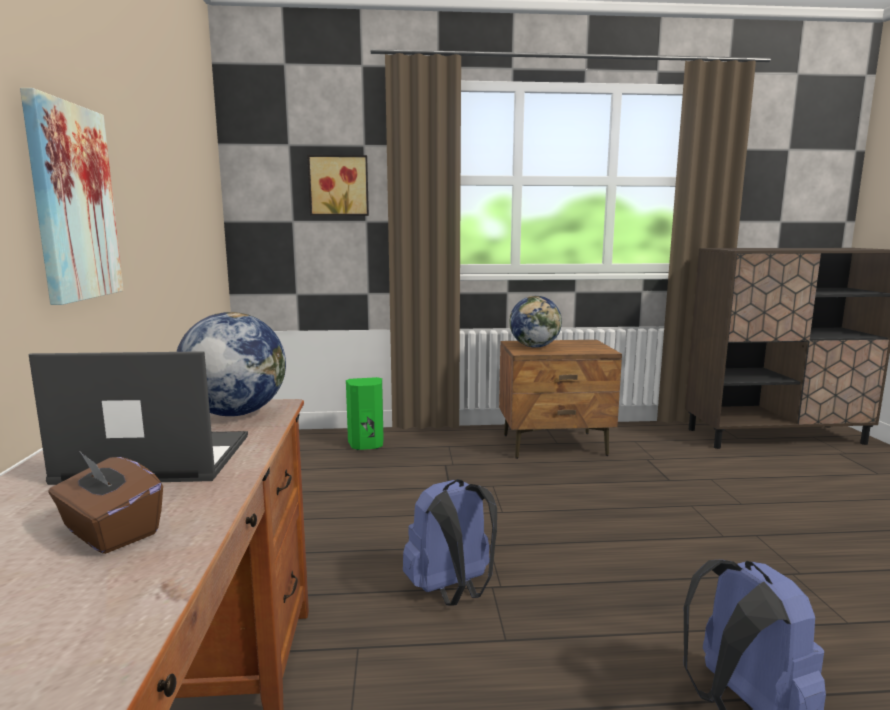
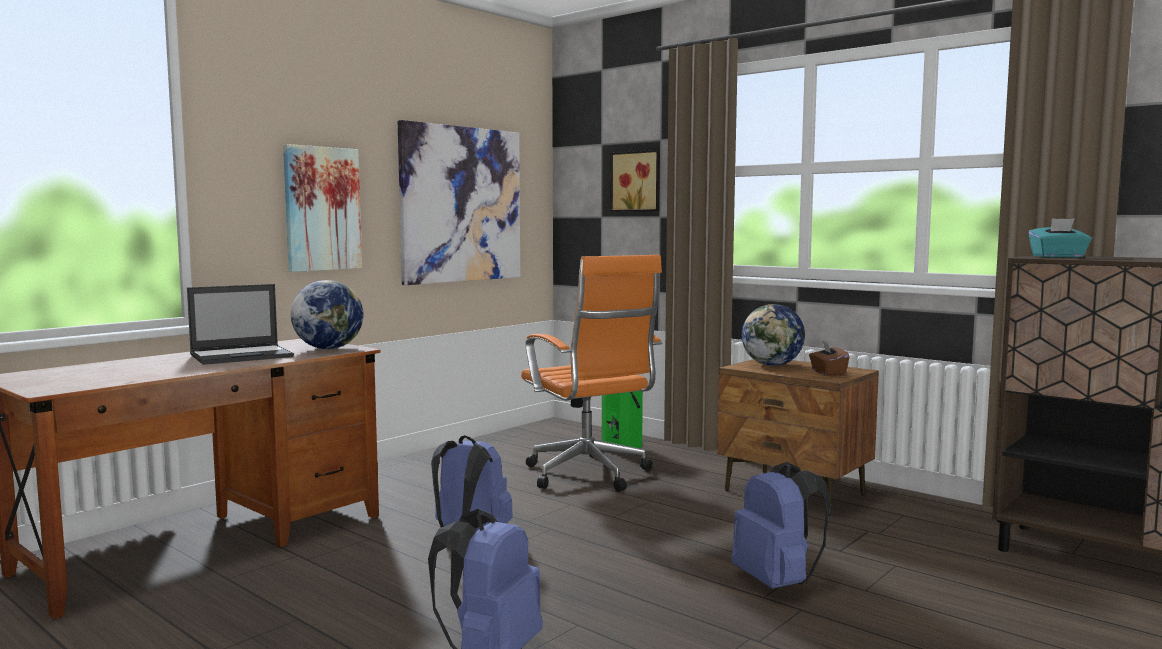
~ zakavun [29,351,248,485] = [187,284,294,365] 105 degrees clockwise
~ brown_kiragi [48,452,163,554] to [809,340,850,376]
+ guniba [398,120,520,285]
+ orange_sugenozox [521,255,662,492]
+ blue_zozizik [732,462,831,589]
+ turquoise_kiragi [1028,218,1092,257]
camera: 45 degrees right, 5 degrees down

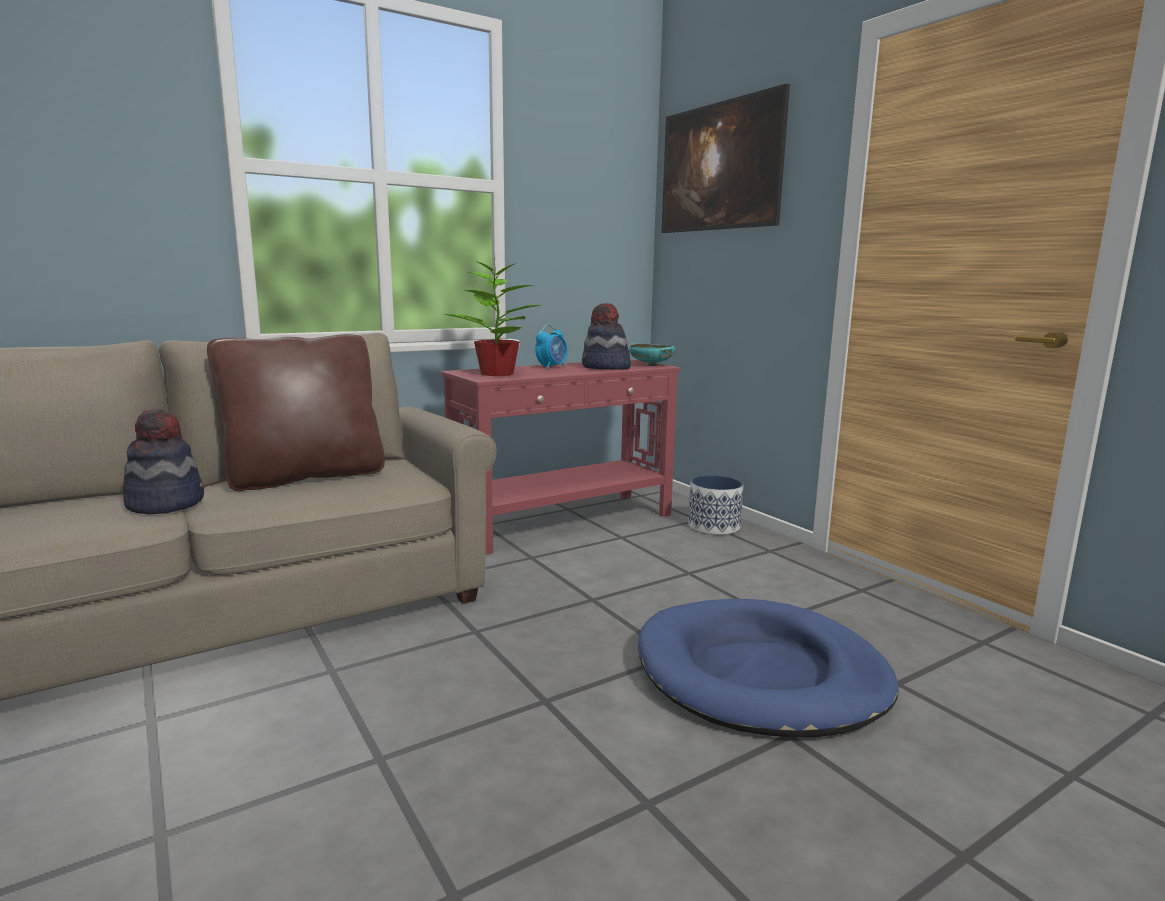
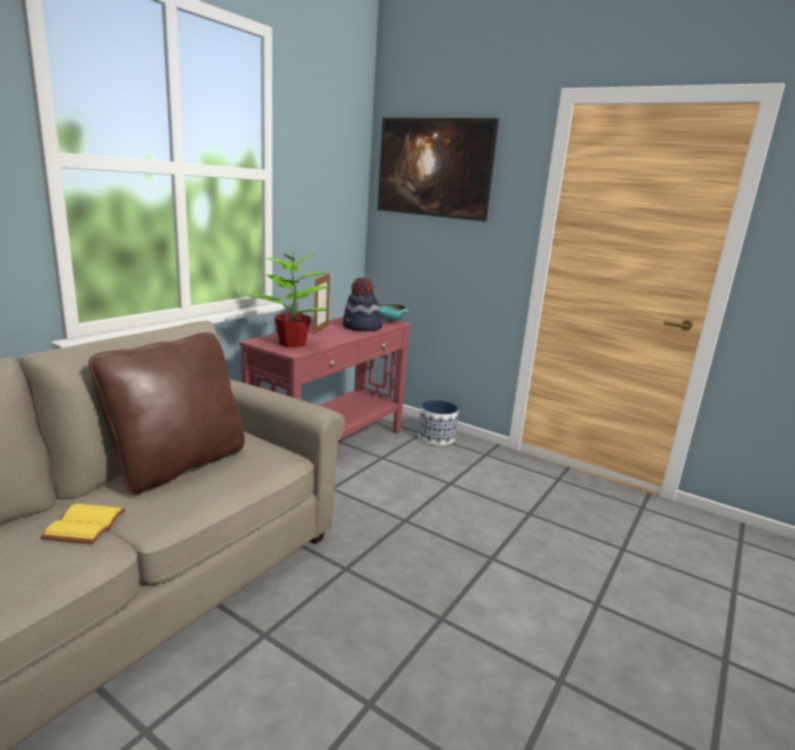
~ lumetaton [123,409,204,514] to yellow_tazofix [40,503,125,544]
~ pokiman [535,324,567,369] to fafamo [314,274,330,335]
- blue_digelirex [638,599,899,737]
camera: 25 degrees left, 5 degrees up

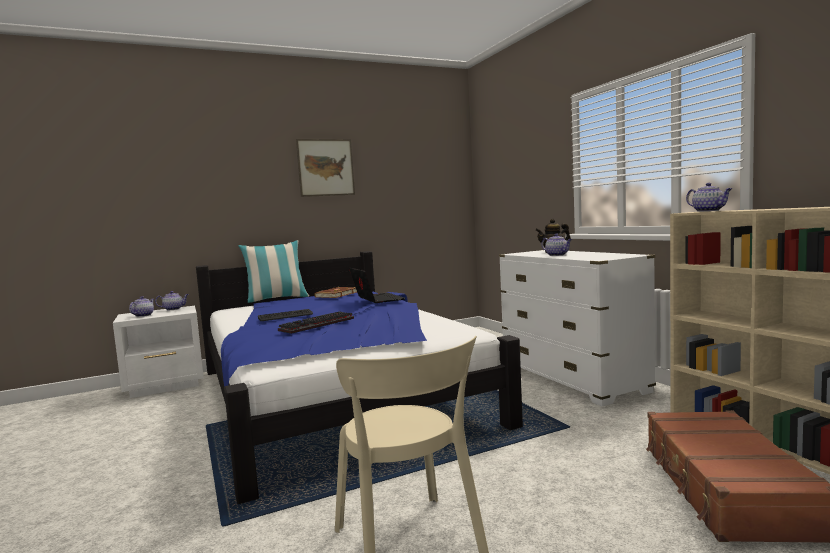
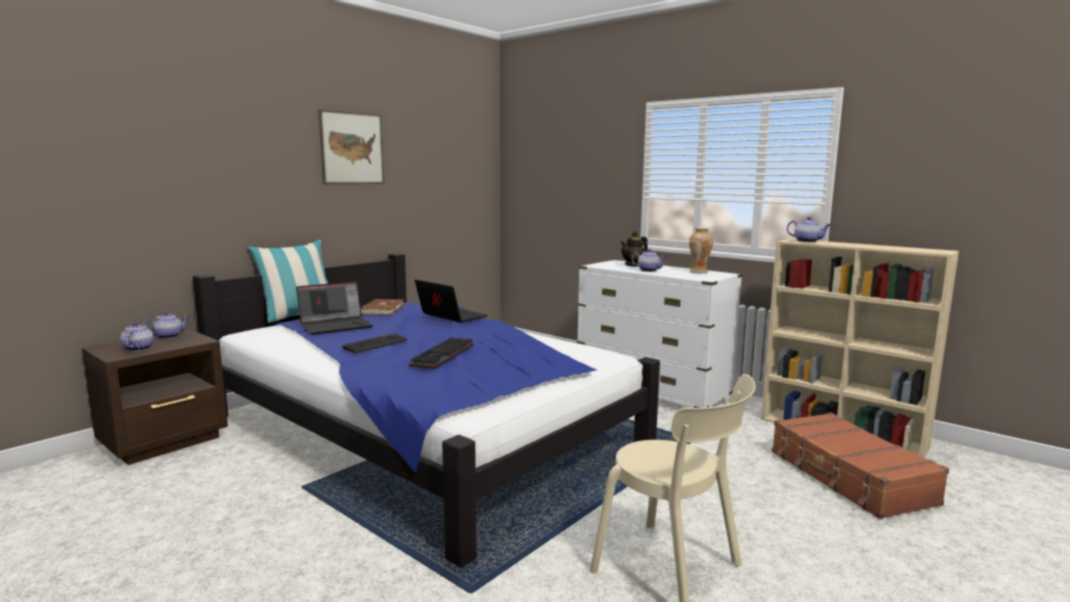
~ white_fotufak [113,306,204,398] to brown_fotufak [82,329,228,465]
+ zakavun [296,281,373,335]
+ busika [689,227,713,274]
camera: 25 degrees left, 5 degrees up

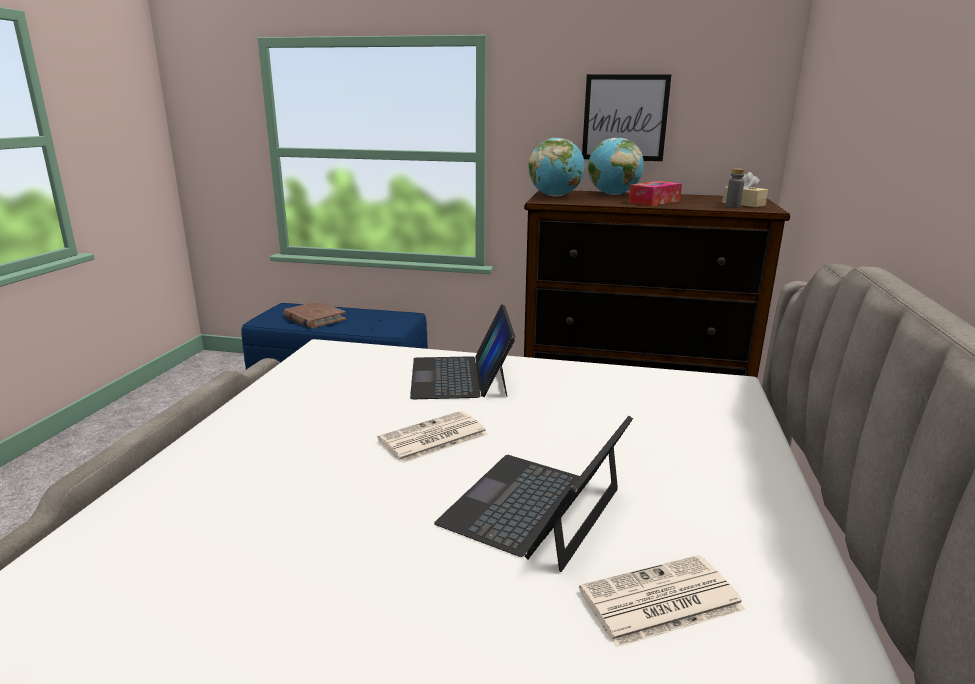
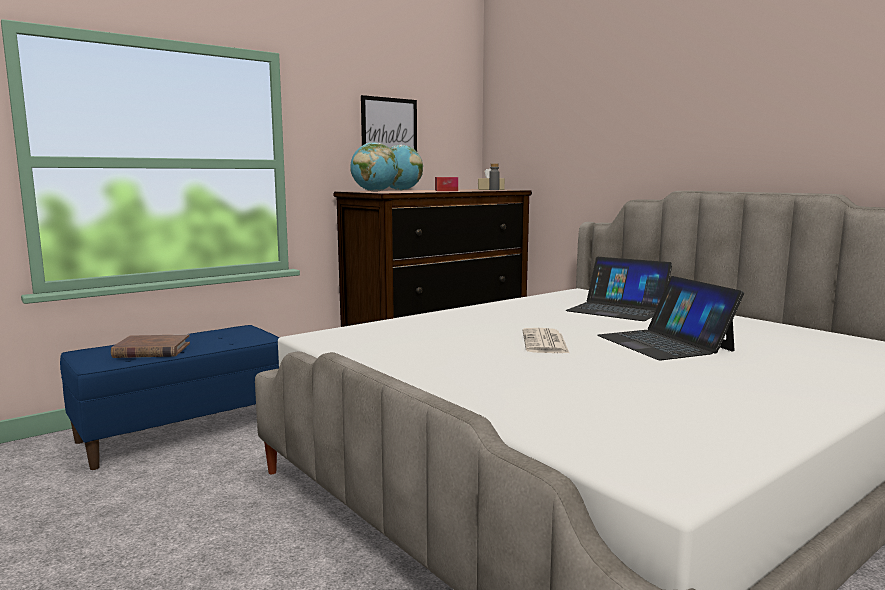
~ zakavun [410,304,516,399] to [566,257,672,321]
- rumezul [579,555,745,647]
camera: 50 degrees left, 10 degrees down

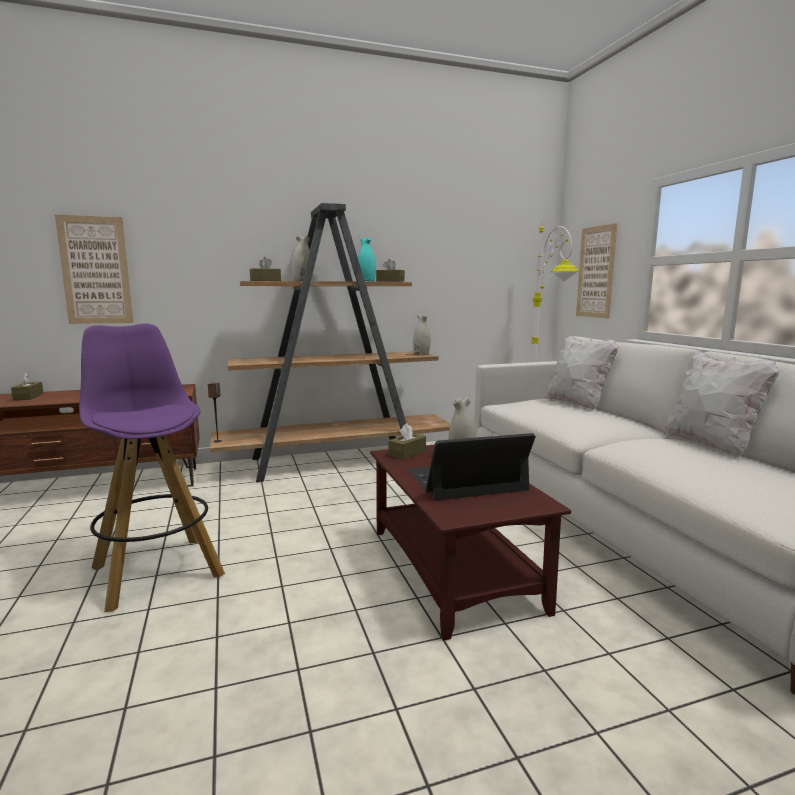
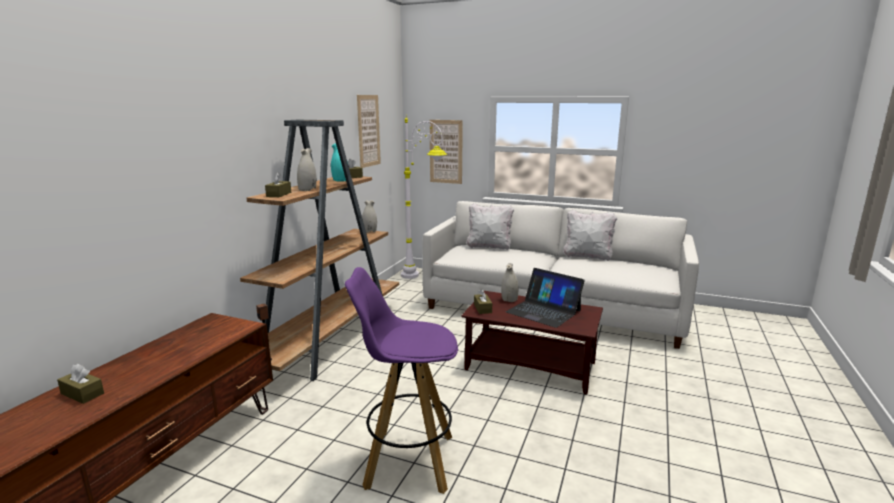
~ guniba [55,215,133,324] to [357,95,381,168]
~ zakavun [408,433,535,501] = [506,268,585,328] 75 degrees counterclockwise
camera: 50 degrees left, 5 degrees up

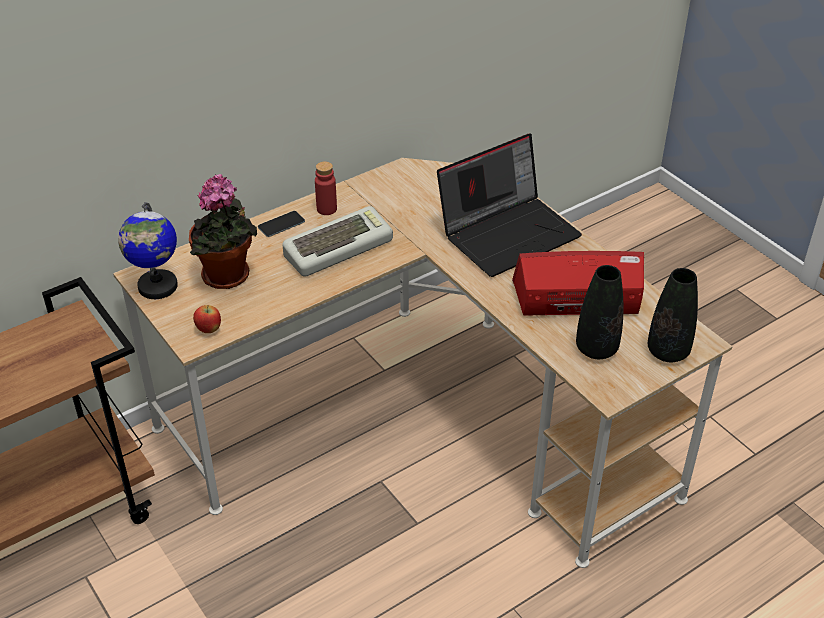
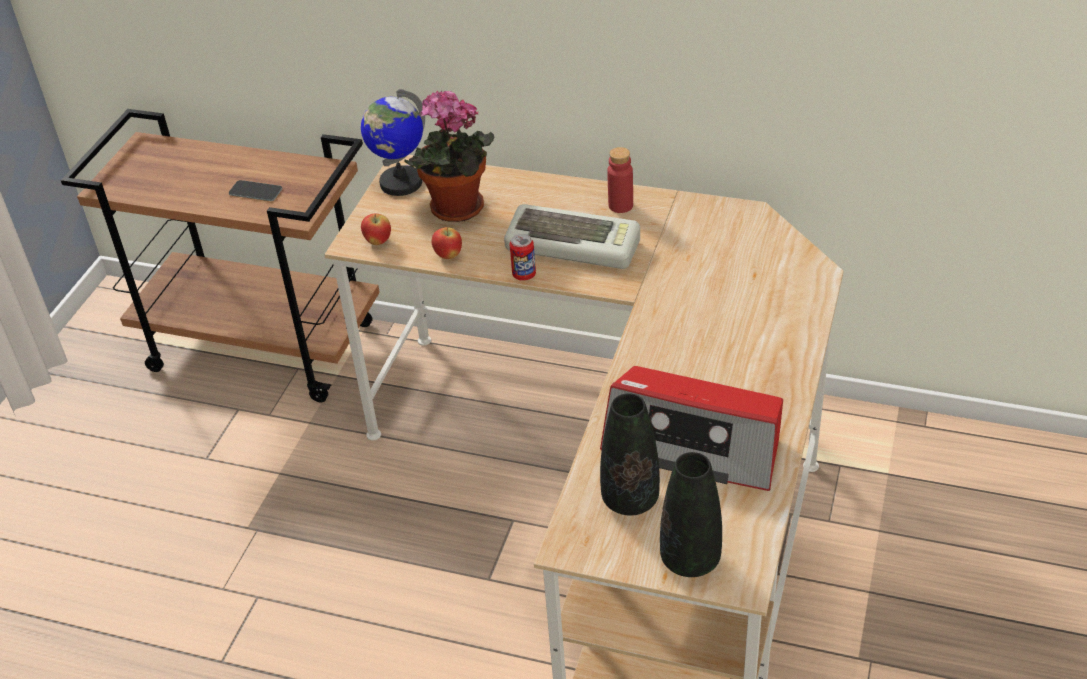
~ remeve [258,211,305,237] to [229,180,282,201]
- zakavun [437,133,582,277]
~ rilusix [512,251,644,316] = [600,366,783,491] 150 degrees clockwise
+ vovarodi [431,227,462,259]
+ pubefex [509,234,536,281]
camera: 55 degrees right, 0 degrees up

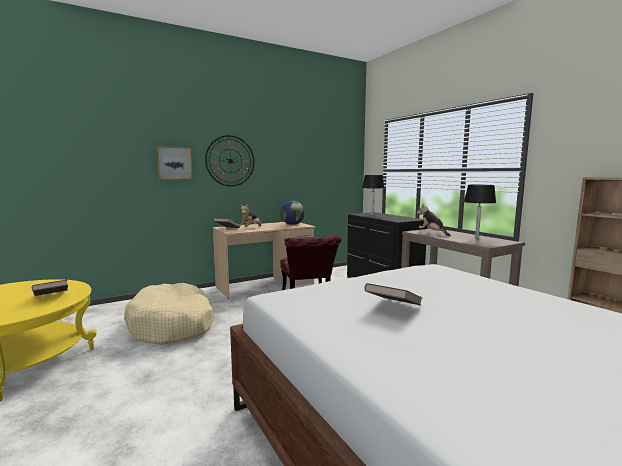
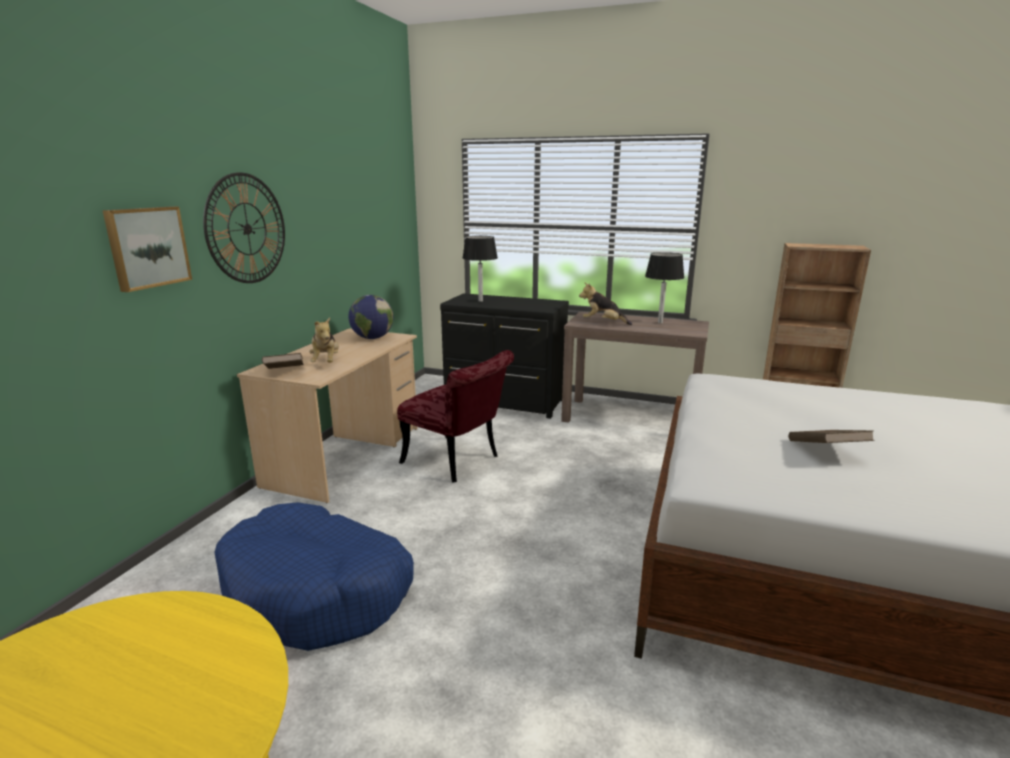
- brown_tazofix [32,280,68,296]
~ beige_digelirex [124,283,215,345] to blue_digelirex [214,502,414,651]
camera: 40 degrees left, 10 degrees up

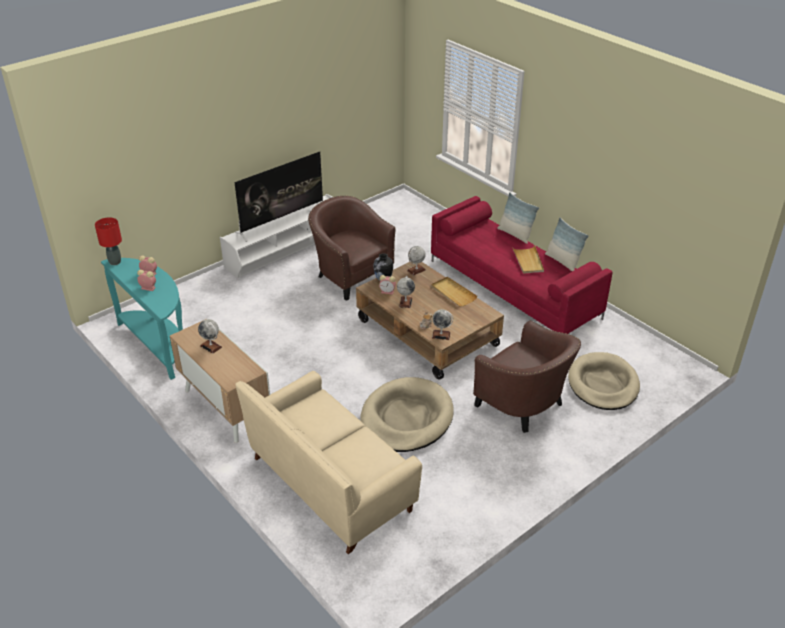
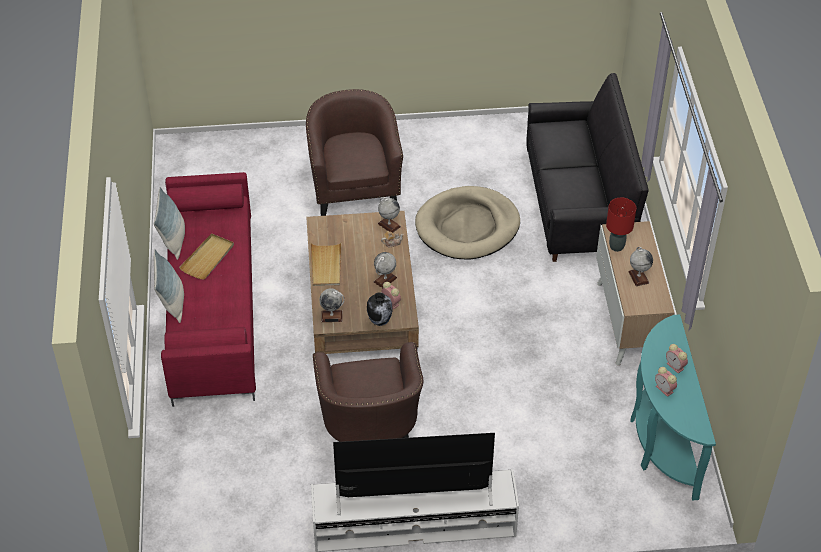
~ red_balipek [95,217,122,265] to [606,198,636,252]
~ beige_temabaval [235,371,422,554] to black_temabaval [526,73,649,262]
- beige_digelirex [568,352,640,410]
camera: 145 degrees left, 10 degrees up

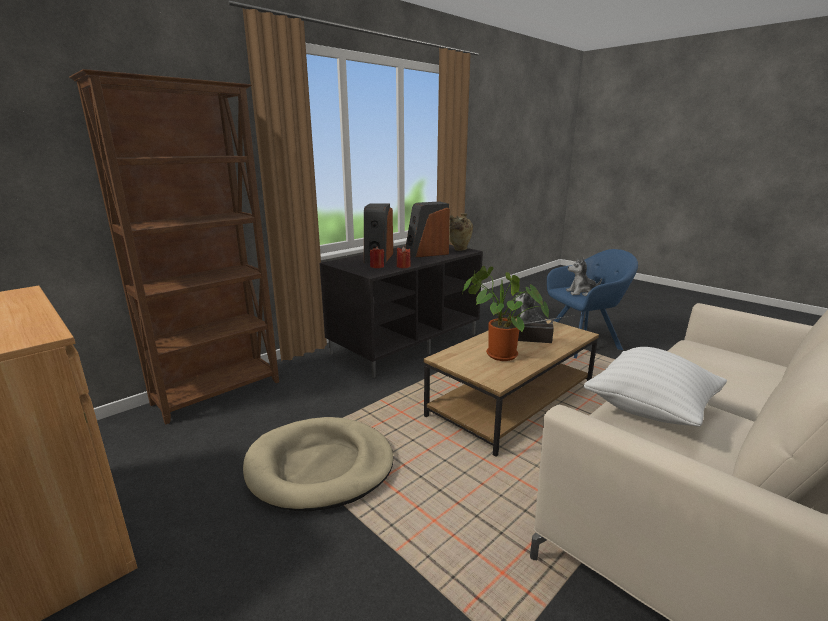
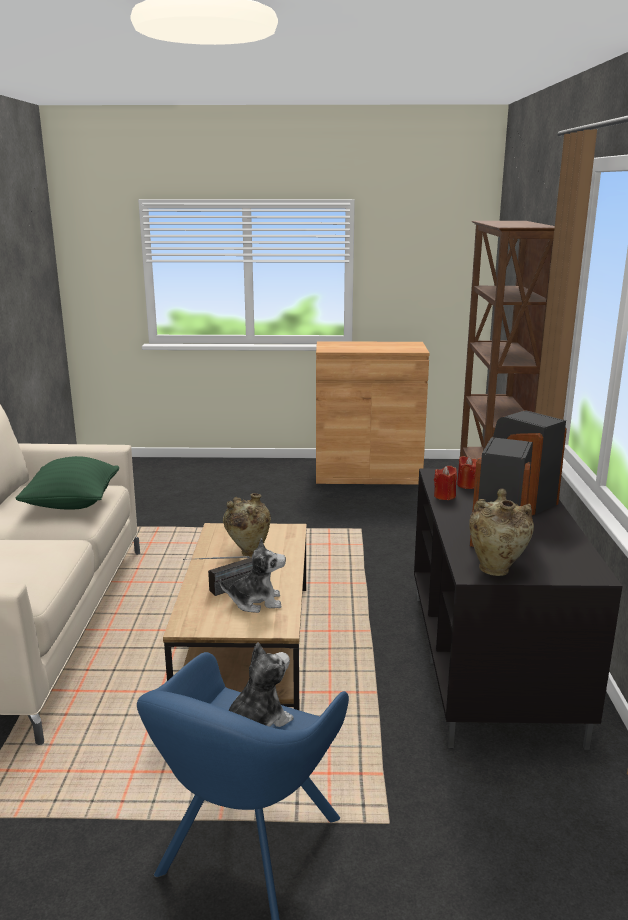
- beige_digelirex [243,417,394,511]
~ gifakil [462,266,549,361] to beige_busika [223,493,271,557]
~ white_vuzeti [584,347,727,427] to green_vuzeti [15,456,119,510]
camera: 135 degrees right, 0 degrees up

